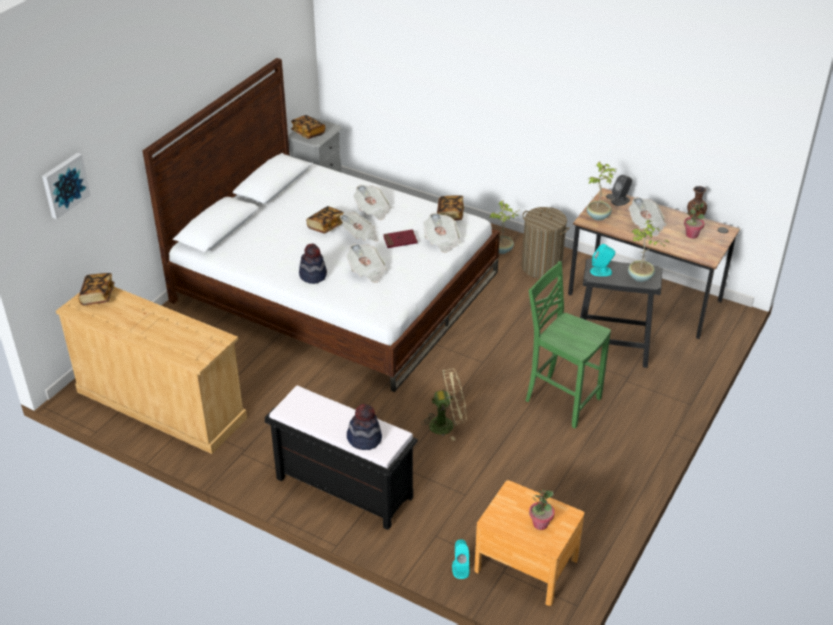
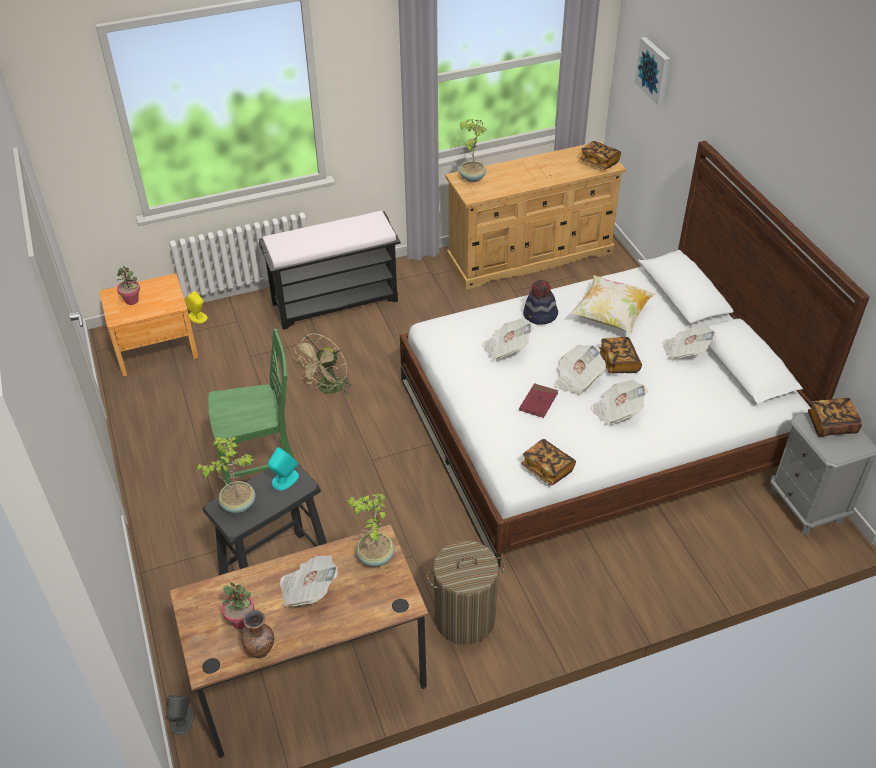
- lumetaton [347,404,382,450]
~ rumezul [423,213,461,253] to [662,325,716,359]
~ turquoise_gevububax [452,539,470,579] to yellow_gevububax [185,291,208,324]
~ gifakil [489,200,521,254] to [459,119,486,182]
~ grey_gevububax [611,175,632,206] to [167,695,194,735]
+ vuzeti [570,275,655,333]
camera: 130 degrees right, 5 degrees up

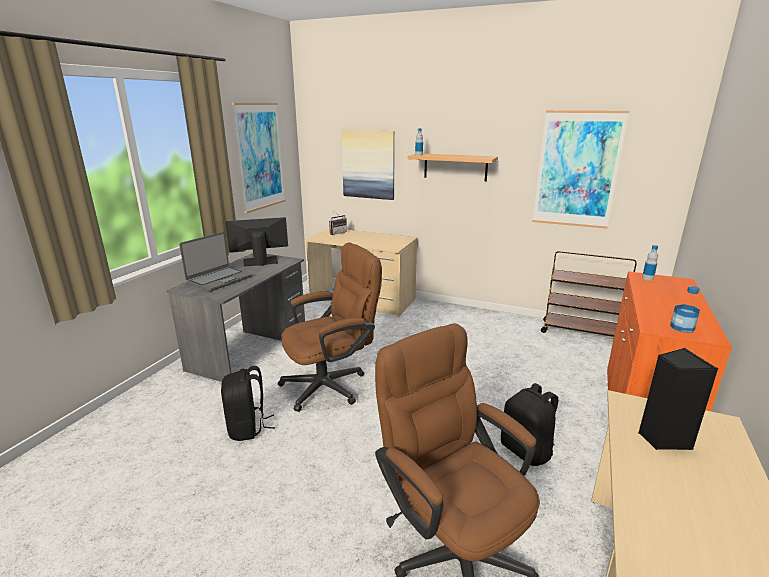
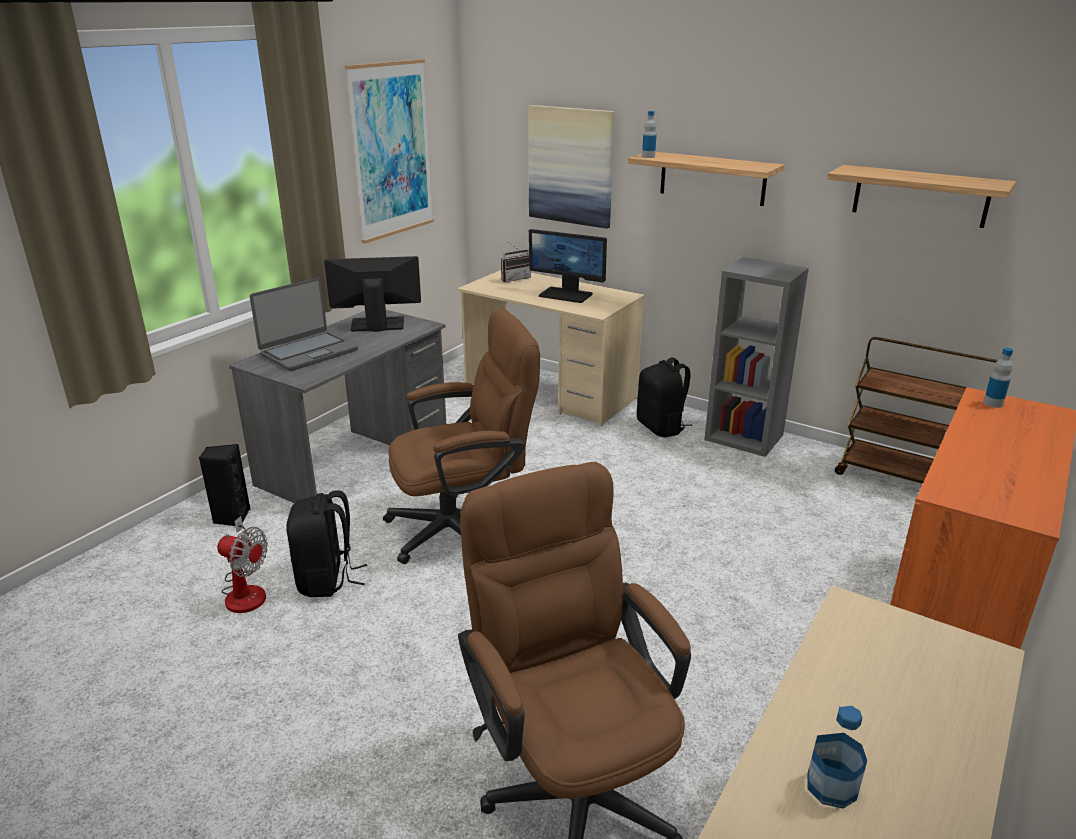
~ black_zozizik [501,383,558,466] to [637,357,692,437]
~ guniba [532,110,629,229] to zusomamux [827,165,1016,228]
~ black_gevububax [638,348,719,450] to [199,444,250,526]
~ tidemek [670,286,700,333] to [807,706,867,808]
+ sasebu [217,516,268,613]
+ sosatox [529,229,607,303]
+ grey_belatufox [704,257,809,457]
camera: 10 degrees right, 5 degrees up

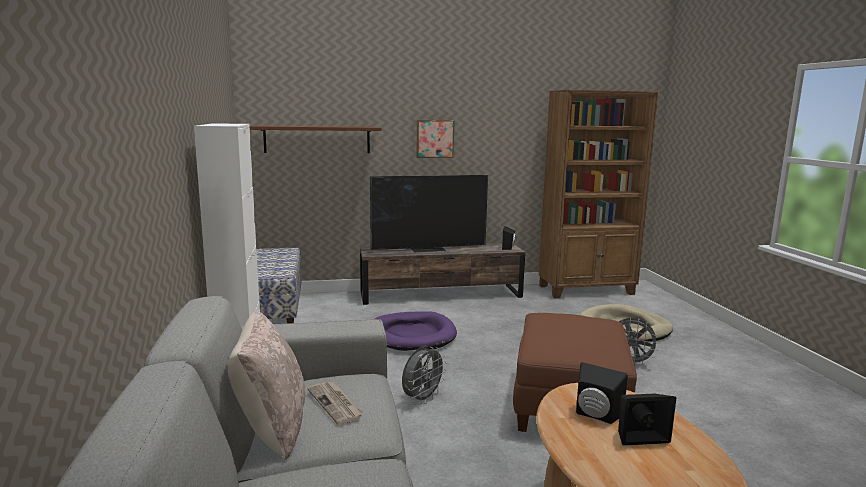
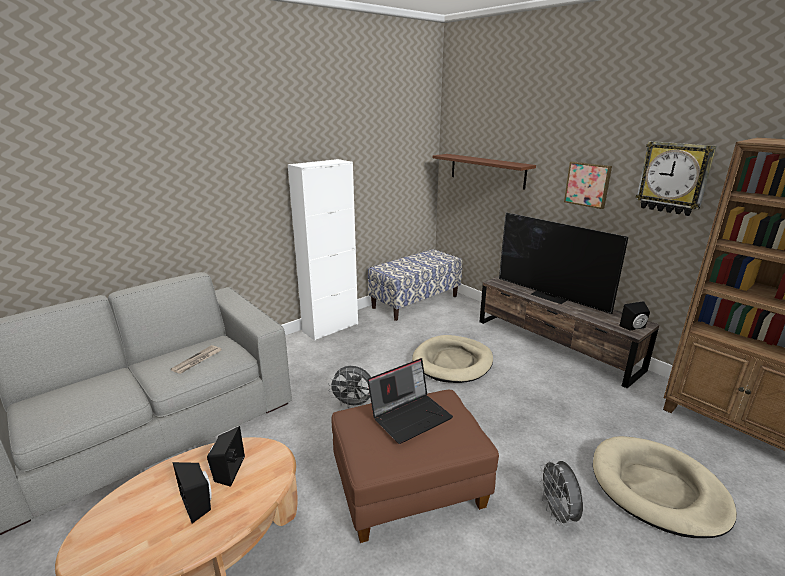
- beige_vuzeti [228,311,305,460]
~ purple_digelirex [375,311,457,351] to beige_digelirex [412,335,493,383]
+ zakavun [367,358,453,444]
+ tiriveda [636,141,717,216]
camera: 60 degrees right, 10 degrees up

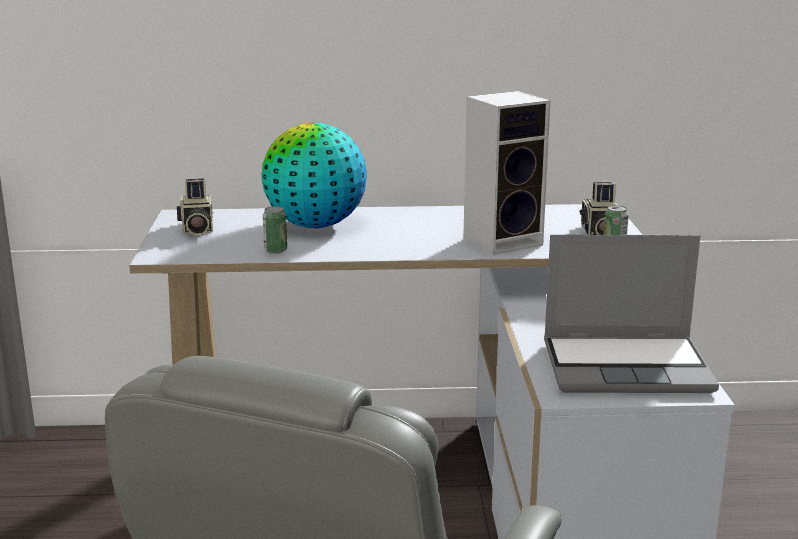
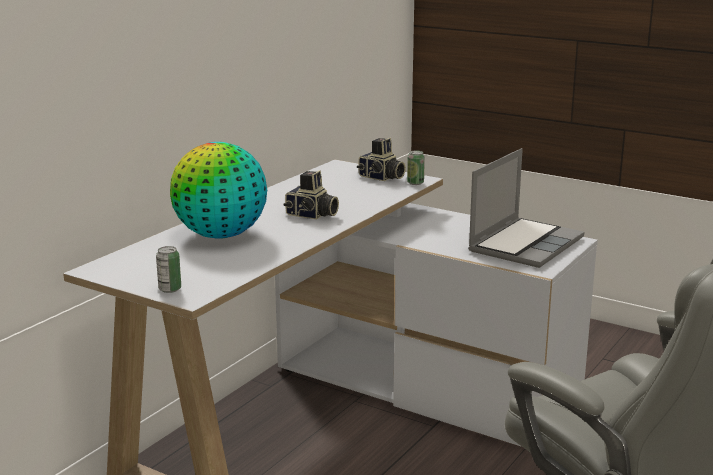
~ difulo [177,178,213,235] to [284,170,339,219]
~ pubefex [263,206,287,254] to [156,246,181,293]
- gevububax [463,91,551,255]
camera: 55 degrees left, 0 degrees up

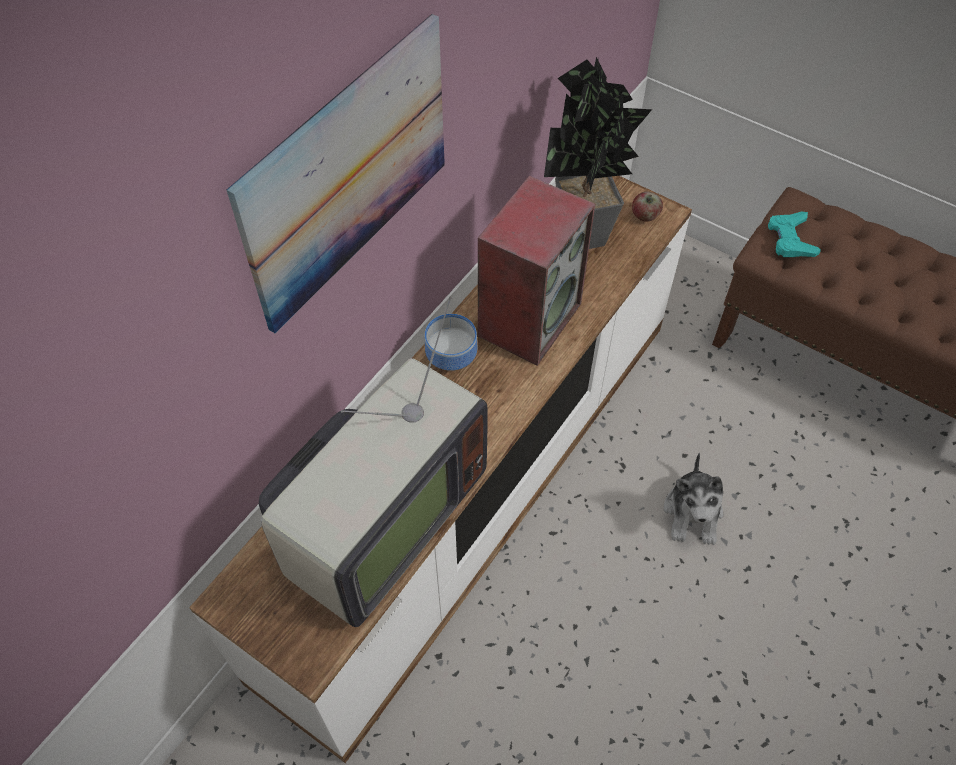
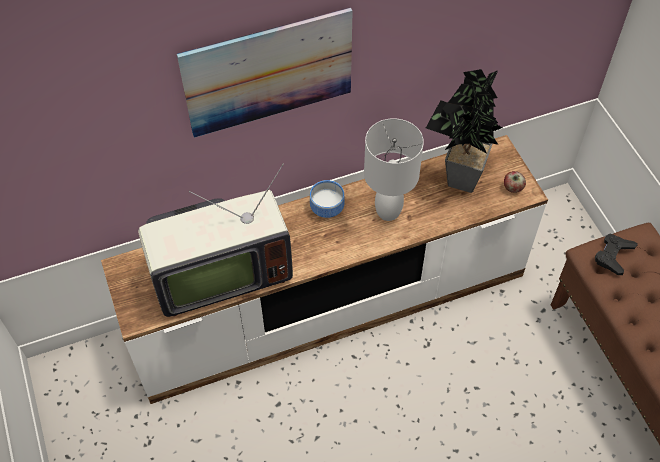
~ gevububax [478,176,595,366] to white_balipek [364,118,424,221]
- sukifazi [664,453,723,545]
~ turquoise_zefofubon [768,212,821,257] to black_zefofubon [595,234,638,275]
camera: 35 degrees right, 0 degrees up

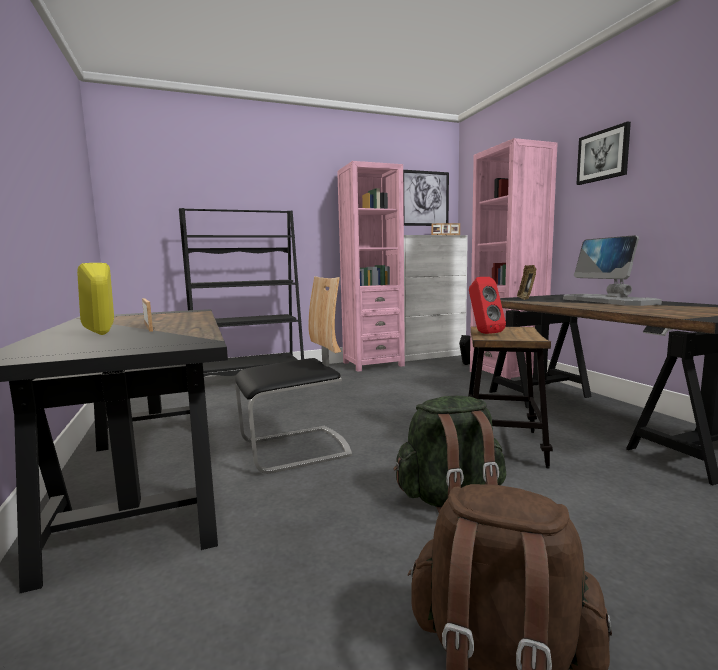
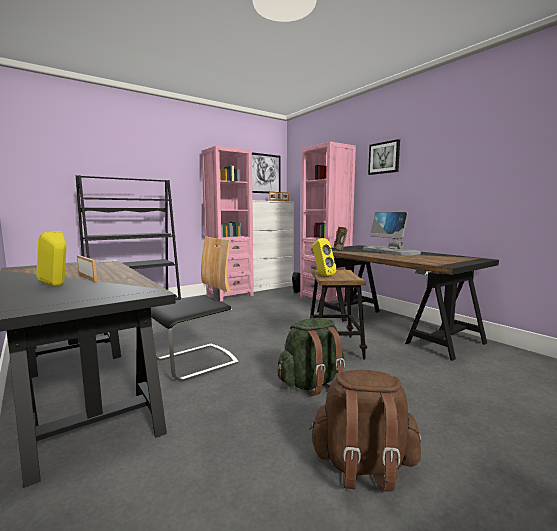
~ red_gevububax [469,277,506,334] to yellow_gevububax [312,238,337,276]
camera: 15 degrees left, 0 degrees up

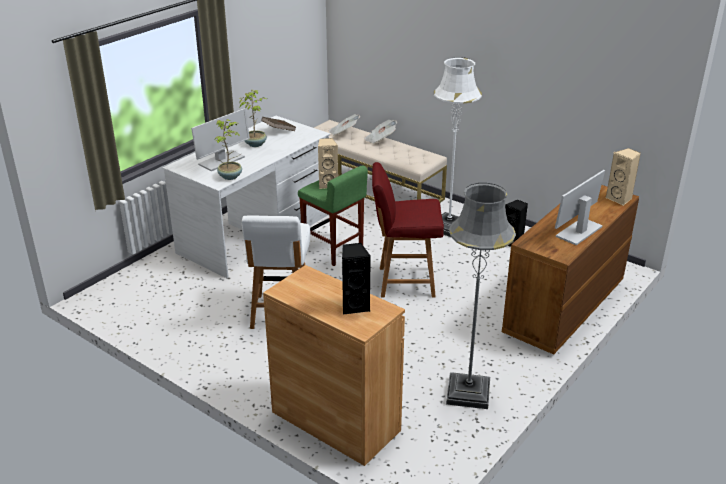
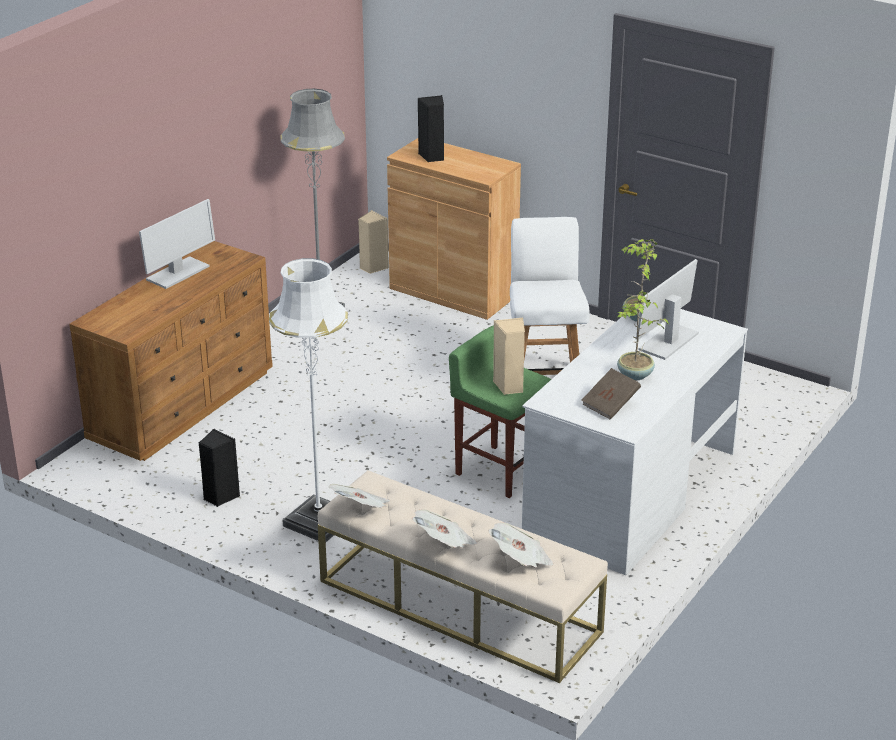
- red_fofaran [372,162,444,298]
~ beige_gevububax [606,148,641,206] to [358,211,389,274]
+ rumezul [328,484,391,508]
camera: 175 degrees right, 0 degrees up

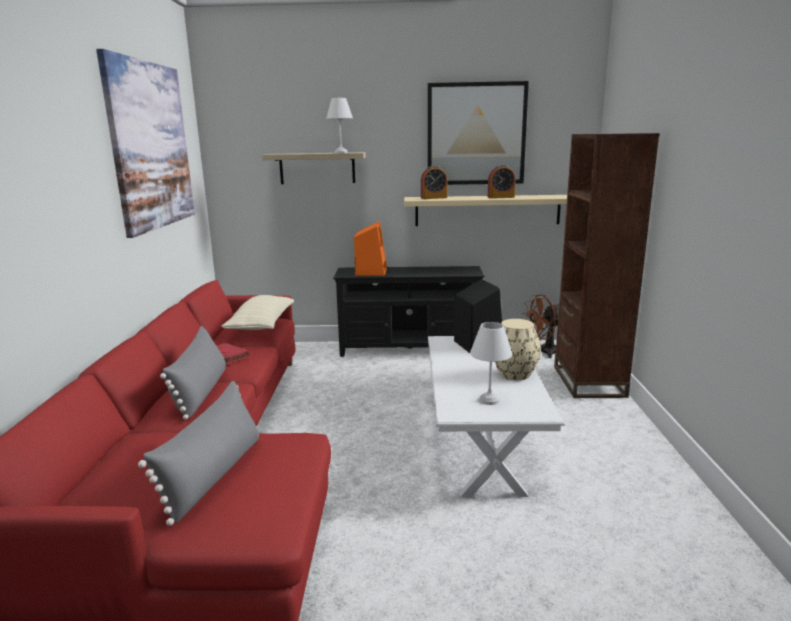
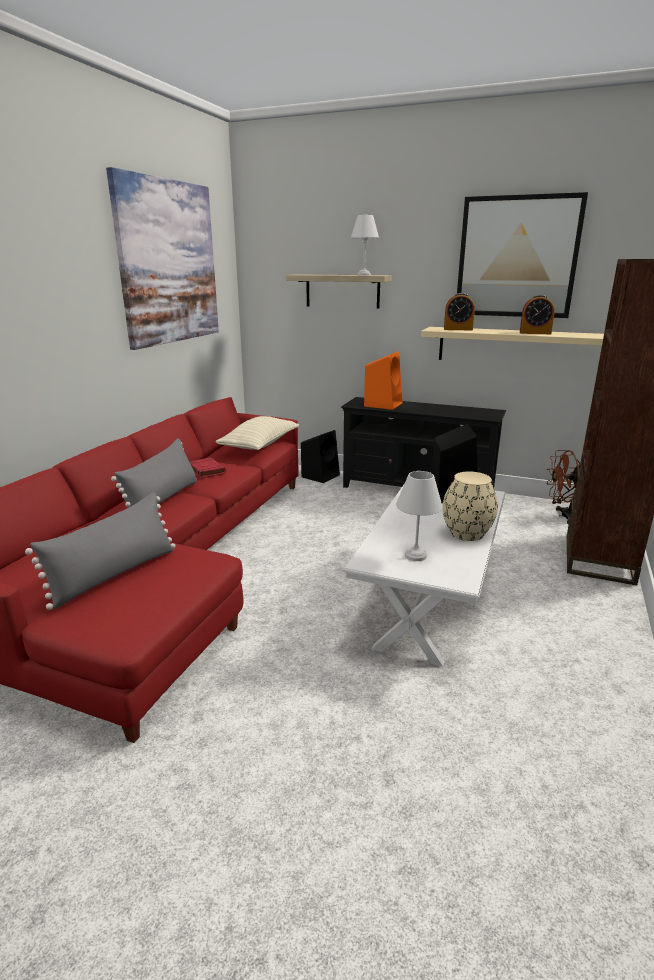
+ black_gevububax [301,430,340,483]
camera: 20 degrees right, 5 degrees up

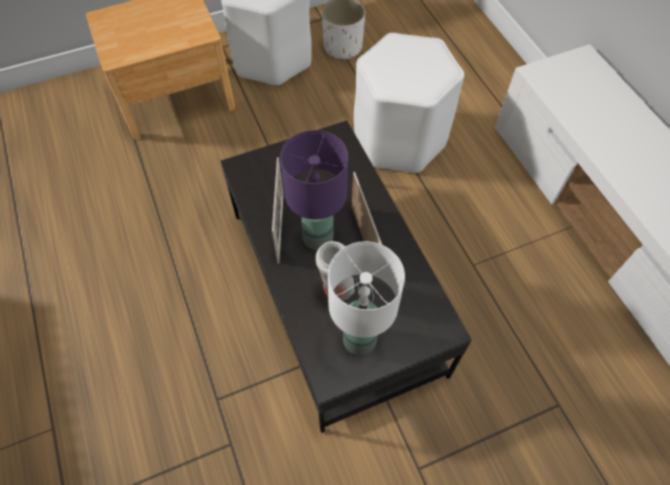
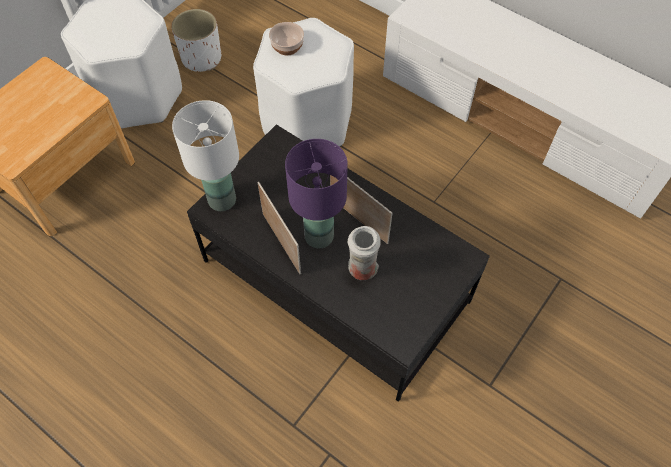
~ white_balipek [328,241,405,355] to [172,100,239,211]
+ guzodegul [269,22,304,55]
camera: 30 degrees left, 0 degrees up

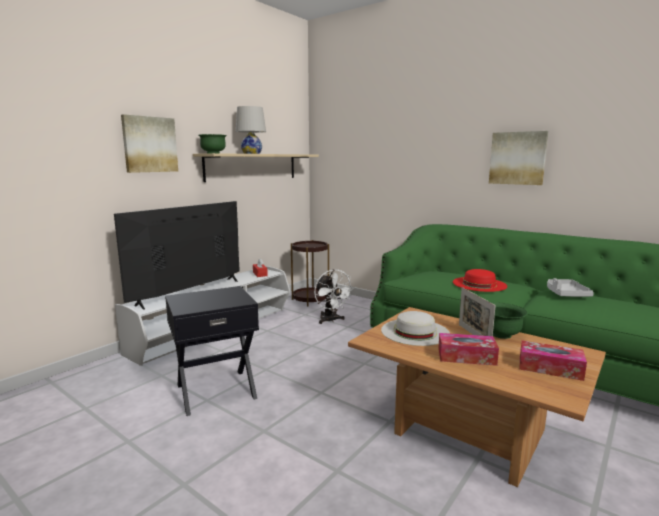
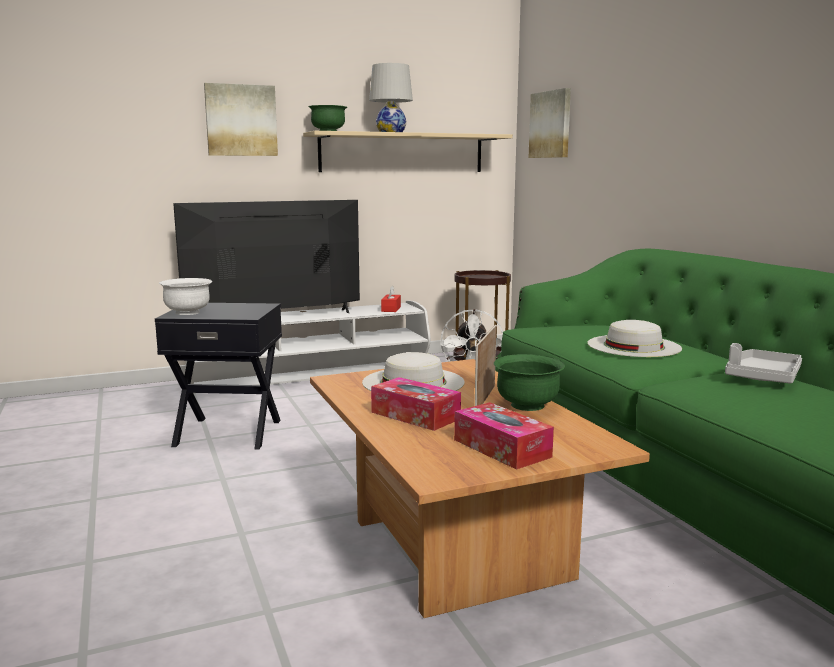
~ red_lumetaton [453,269,507,292] to white_lumetaton [588,320,682,357]
~ guniba [489,131,549,185] to [529,88,571,158]
+ white_guzodegul [159,278,212,315]
camera: 30 degrees right, 0 degrees up

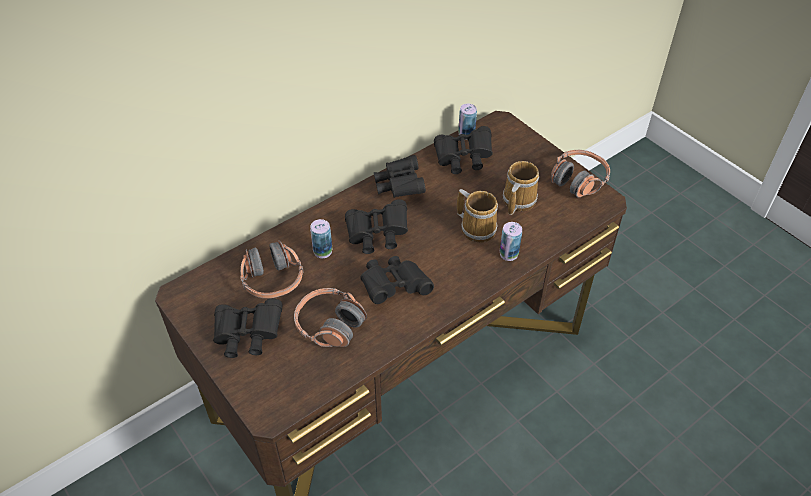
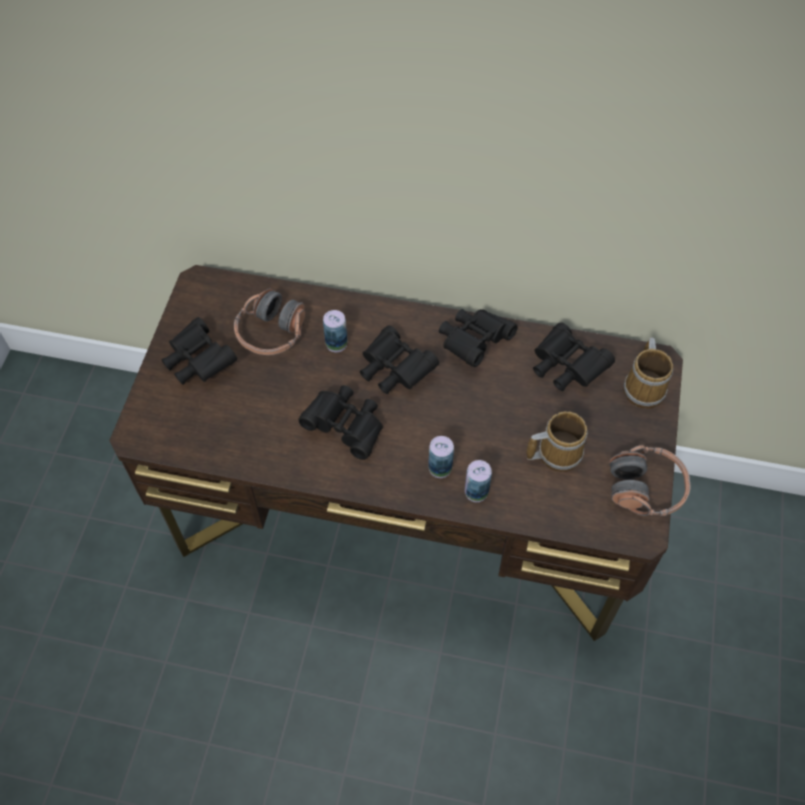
- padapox [294,288,367,347]
~ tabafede [457,189,498,242] to [623,337,673,409]
~ pubefex [458,104,477,135] to [428,436,454,478]
camera: 50 degrees right, 10 degrees up

